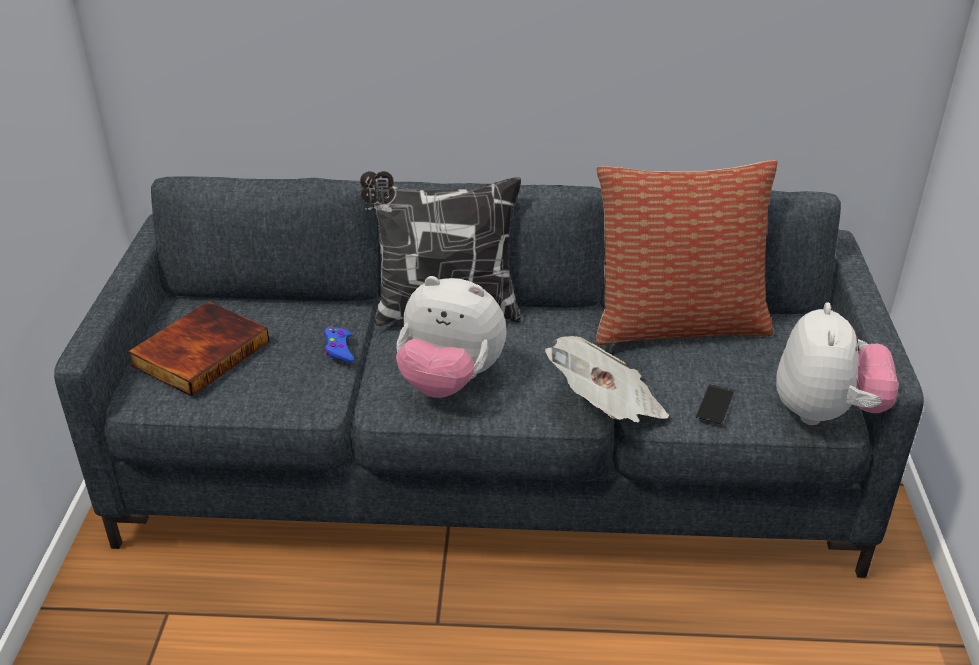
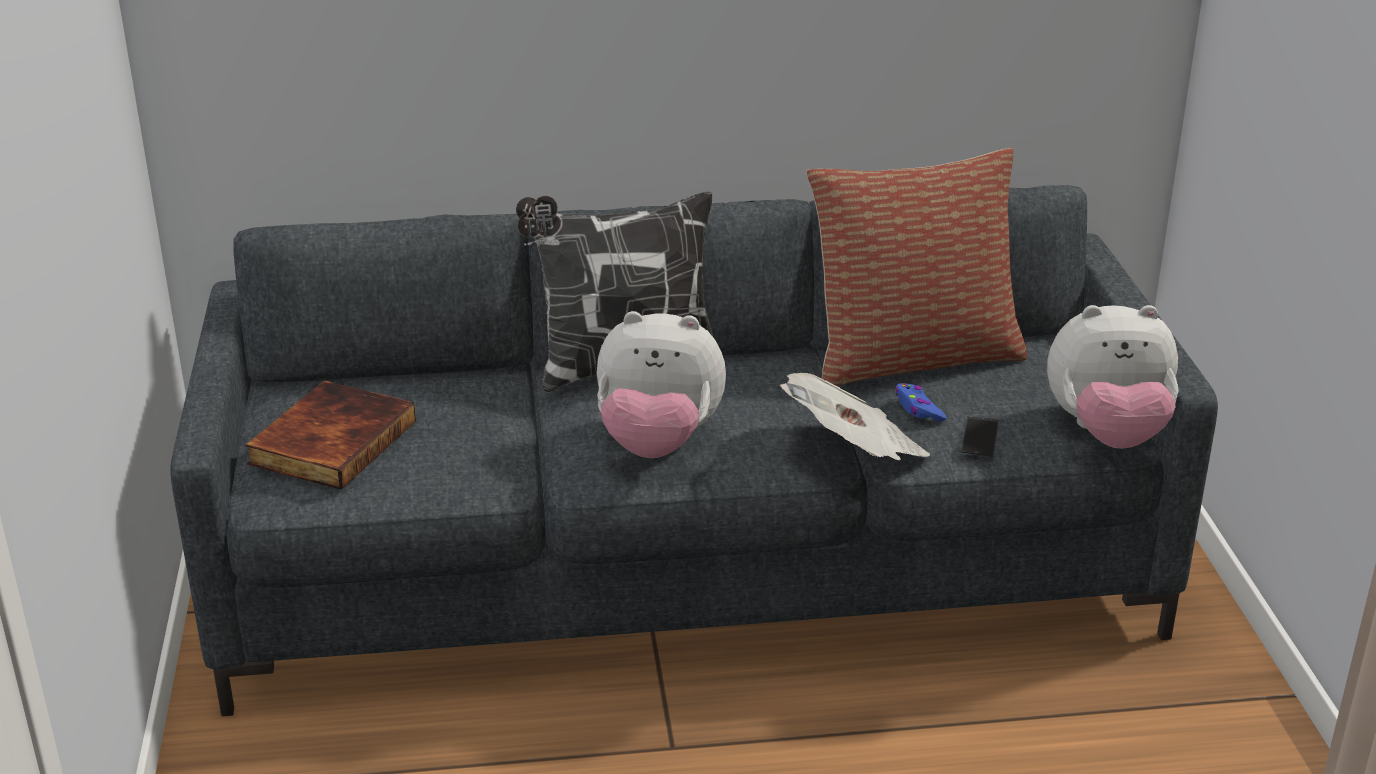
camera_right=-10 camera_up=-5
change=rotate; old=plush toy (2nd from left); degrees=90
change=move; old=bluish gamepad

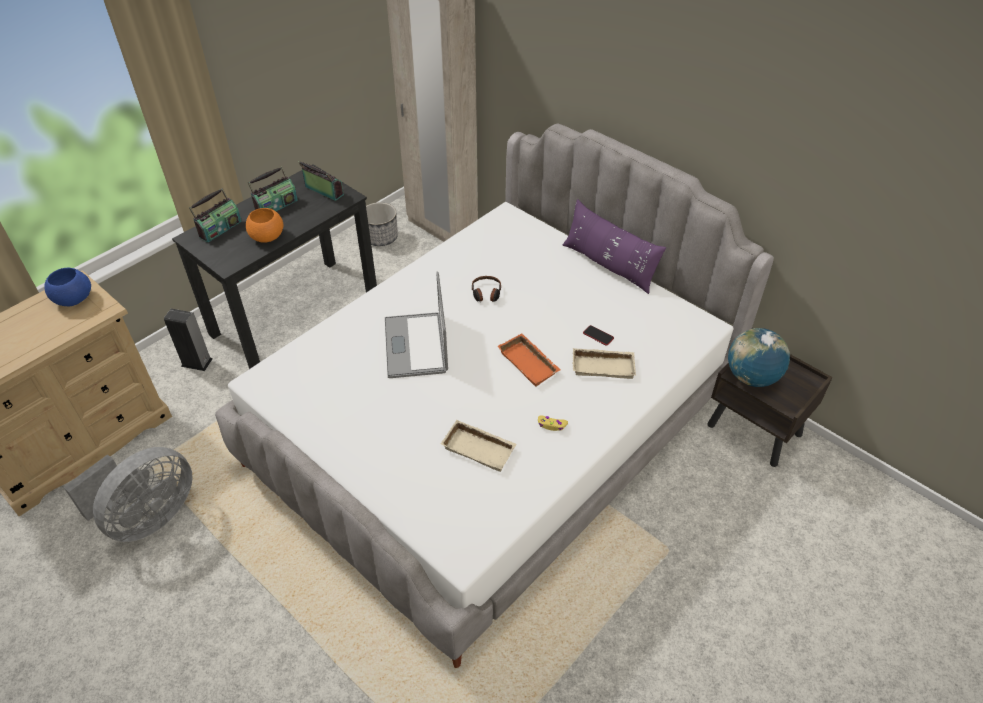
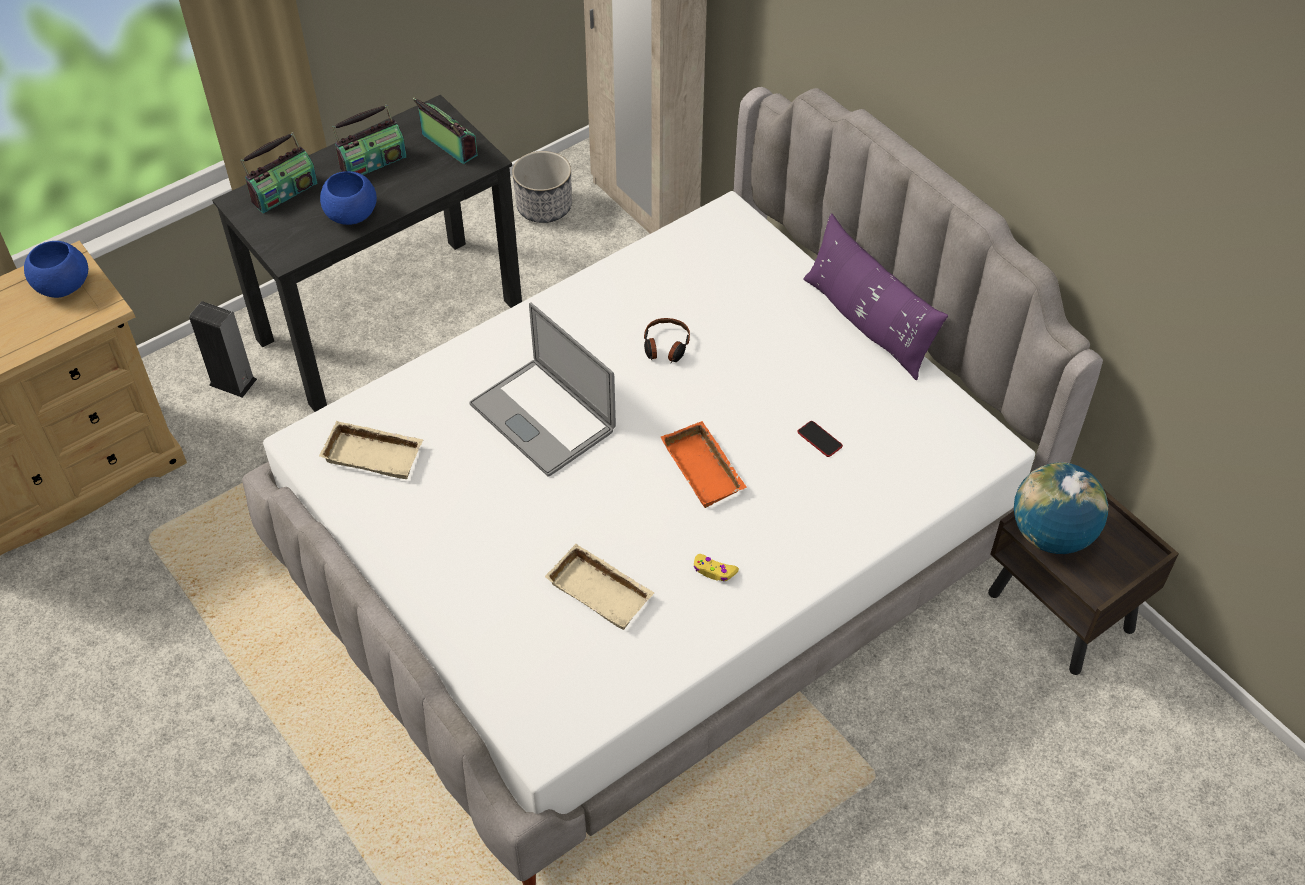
camera_right=10 camera_up=5
change=recolor; old=orange deep dish; new=bluish deep dish (2nd from left)
change=rotate; old=portable computer; degrees=-45
change=move; old=sand-coloured serving tray (2nd from left in the first image); new=sand-coloured serving tray (1st from left)
change=delete; old=gray cooling fan

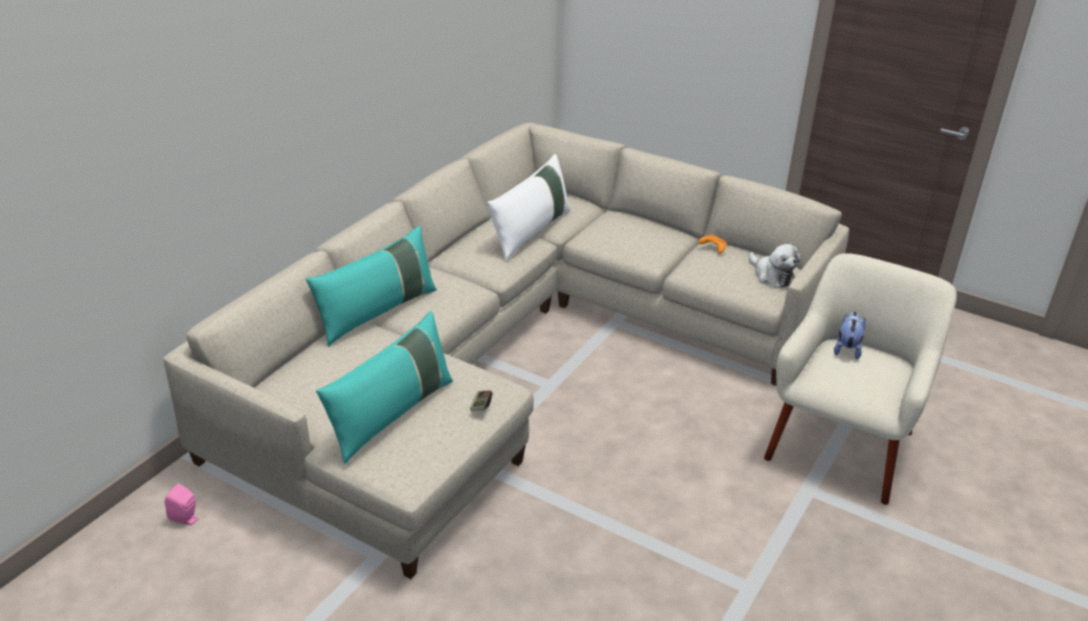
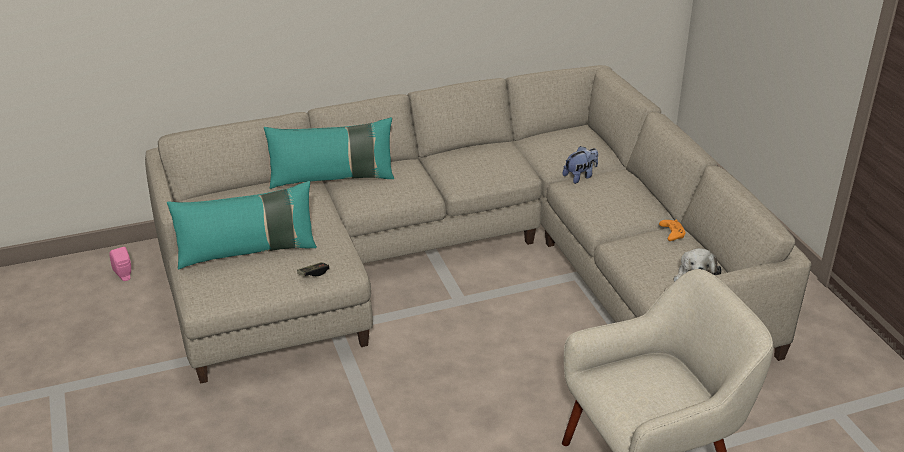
camera_right=40 camera_up=0
change=delete; old=white cushion
change=move; old=plush toy (2nd from left in the first image); new=plush toy (1st from left)

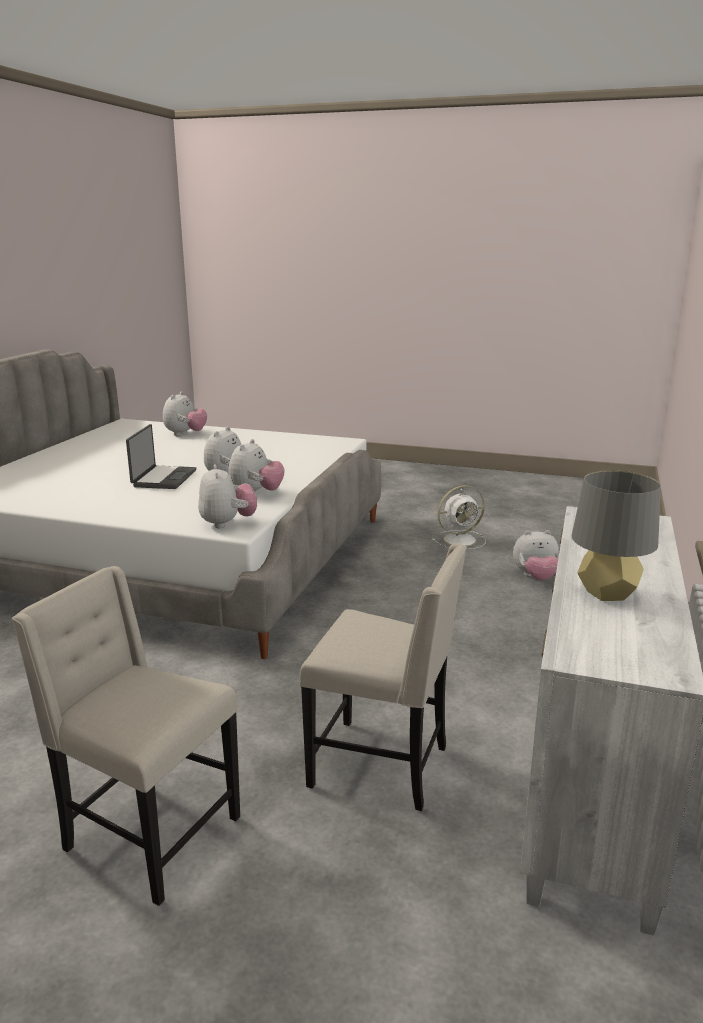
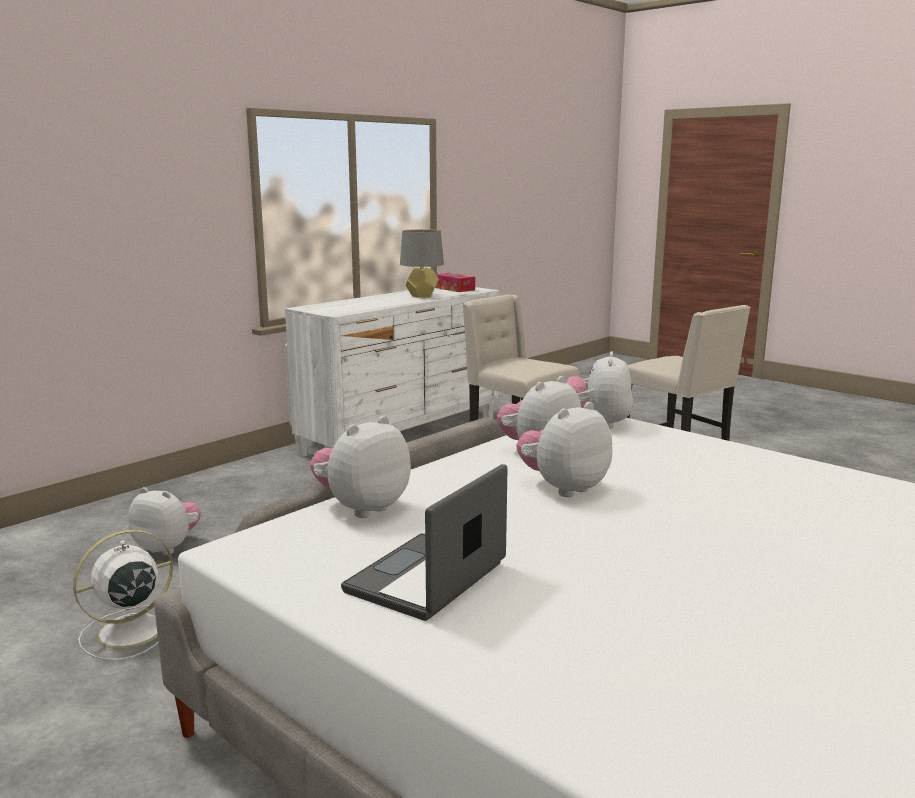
camera_right=-155 camera_up=-5
change=move; old=plush toy (1st from left in the first image); new=plush toy (2nd from left)
change=move; old=portable computer
change=rotate; old=white cooling fan; degrees=-45
change=insert; new=tissue box

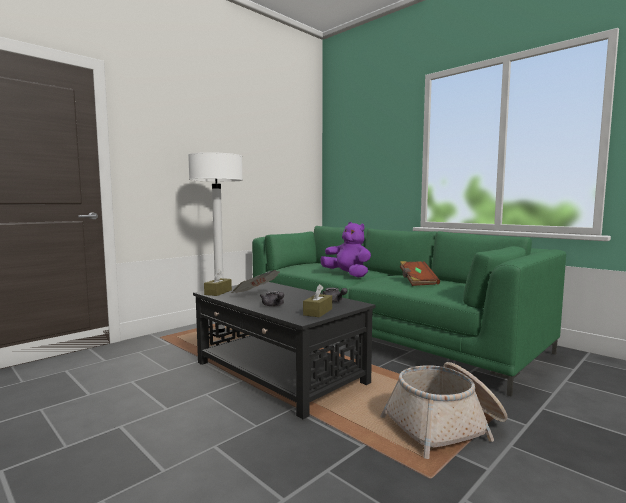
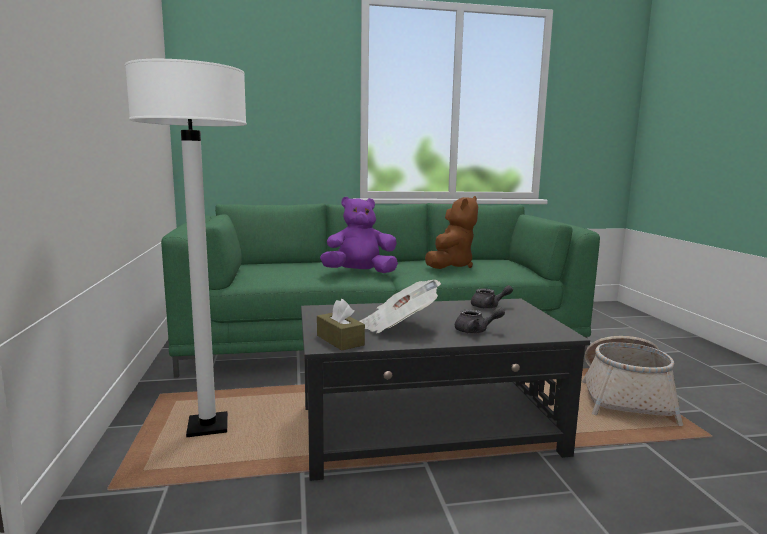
camera_right=-55 camera_up=5
change=replace; old=brownish bound book; new=brownish plush toy
change=delete; old=brownish tissue box (2nd from left)

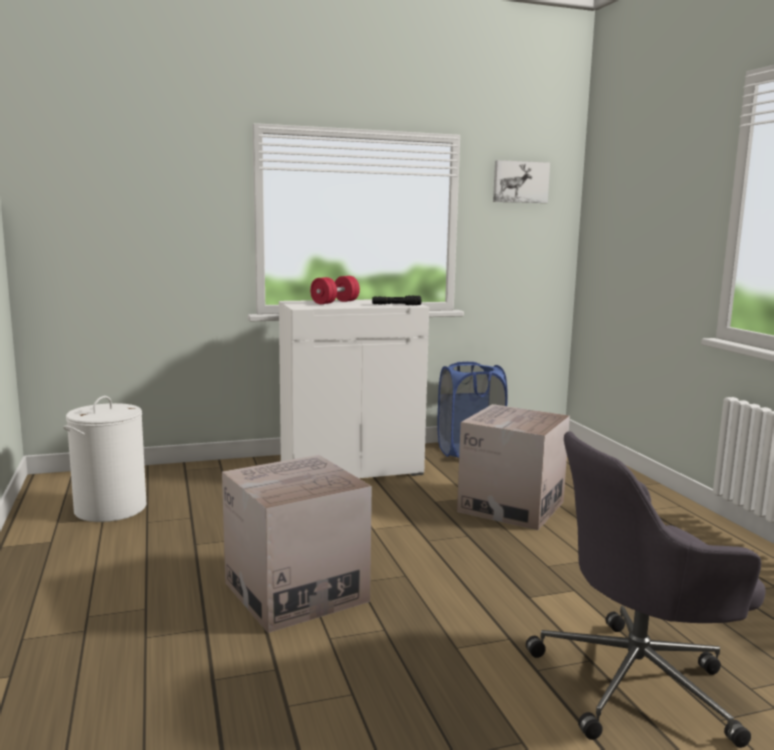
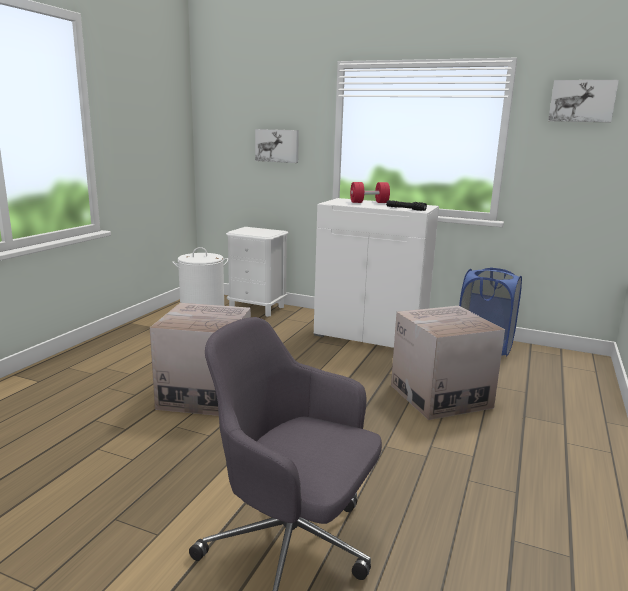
camera_right=40 camera_up=5
change=insert; new=wall picture (1st from left)
change=insert; new=white nightstand

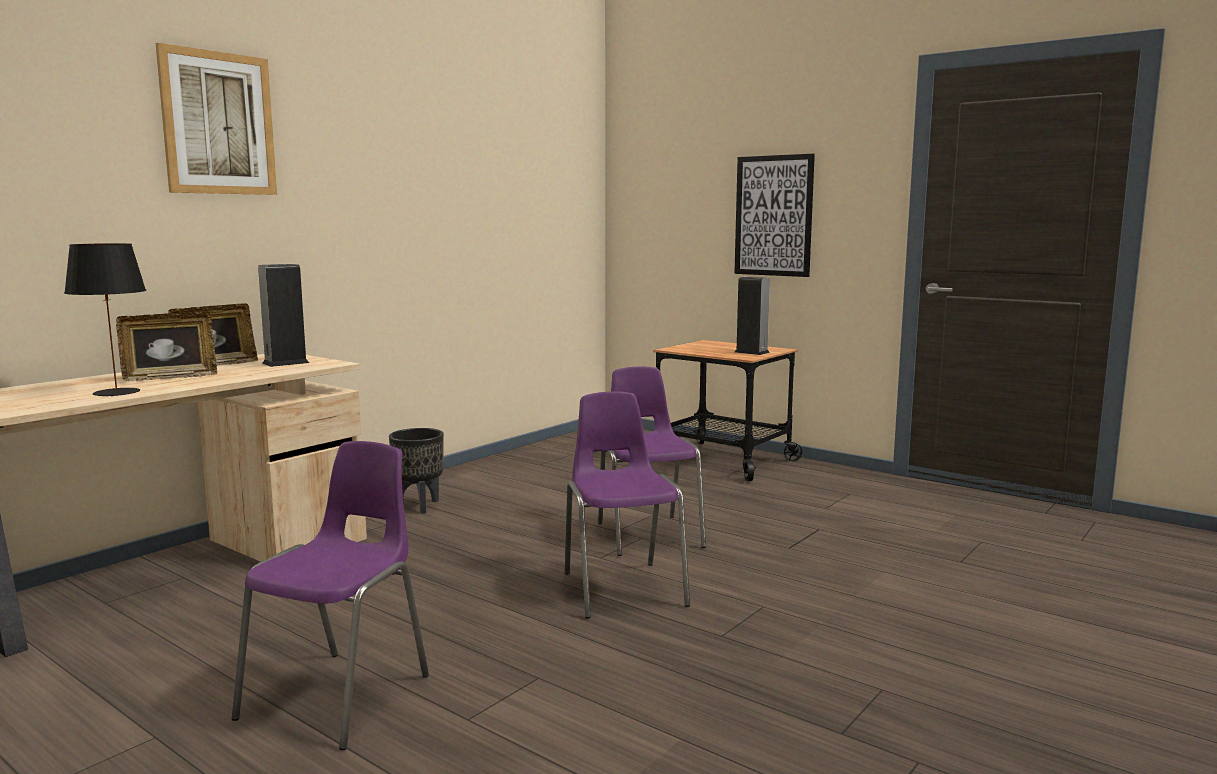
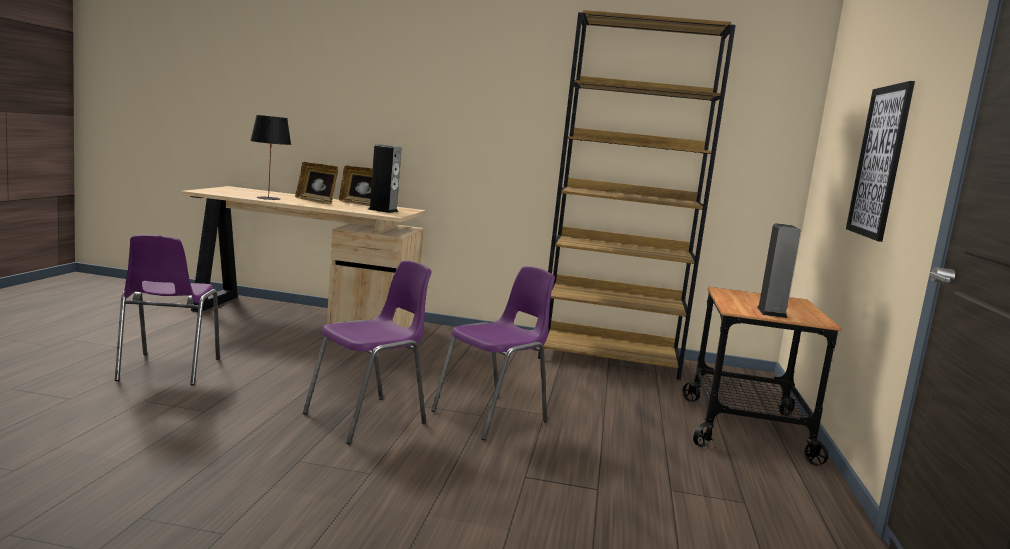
camera_right=60 camera_up=0
change=delete; old=wall picture (1st from left)
change=delete; old=black planter
change=rotate; old=purplish chair (1st from left); degrees=90
change=insert; new=brownish bookshelf

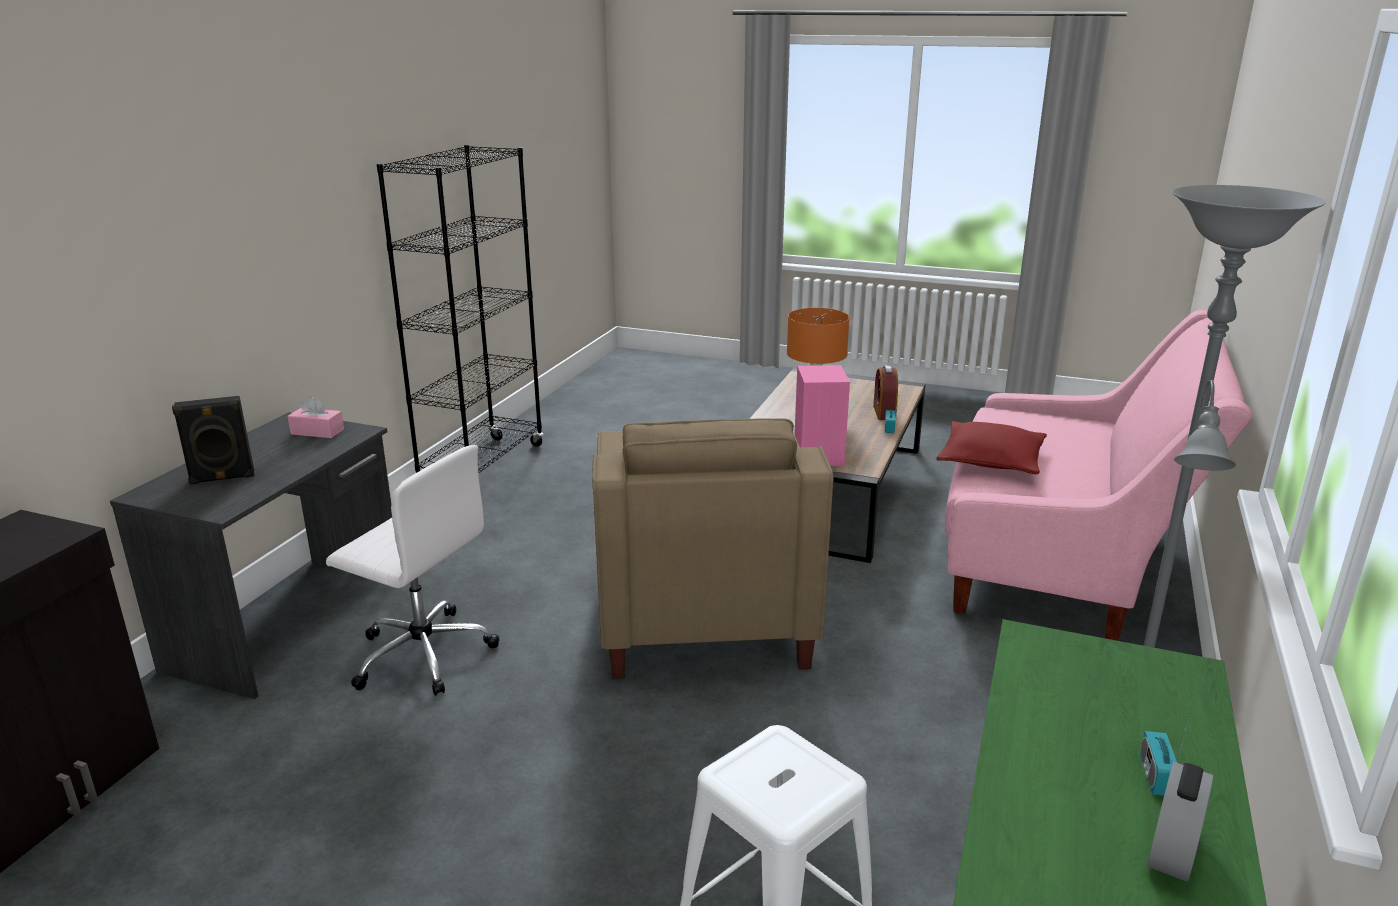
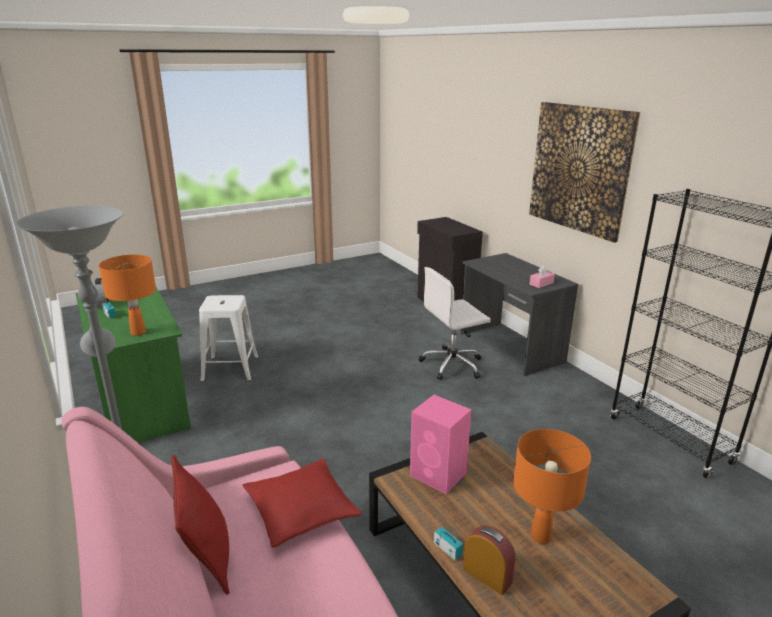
camera_right=130 camera_up=0
change=delete; old=black loudspeaker
change=delete; old=sand-coloured armchair
change=insert; new=wall picture
change=insert; new=orange table lamp (1st from left)
change=insert; new=red-coloured cushion (1st from left)

